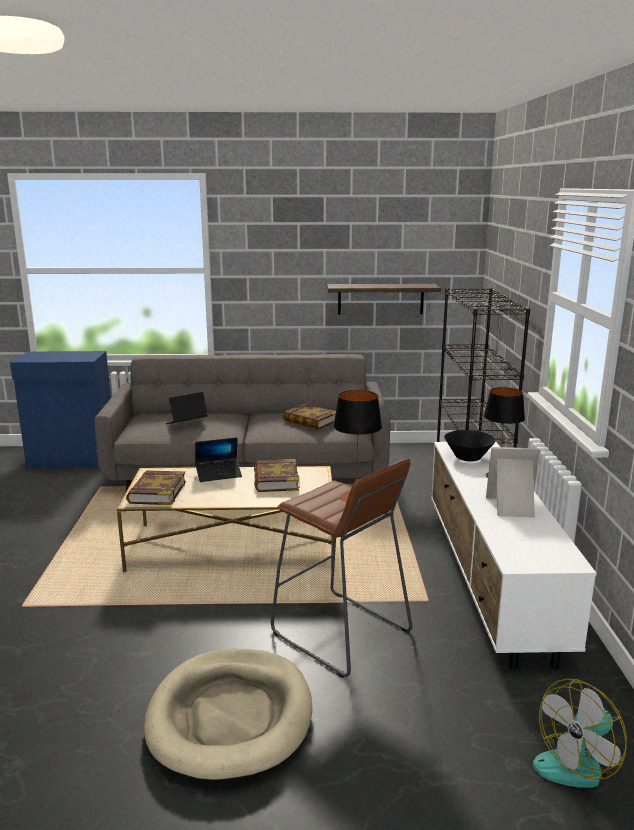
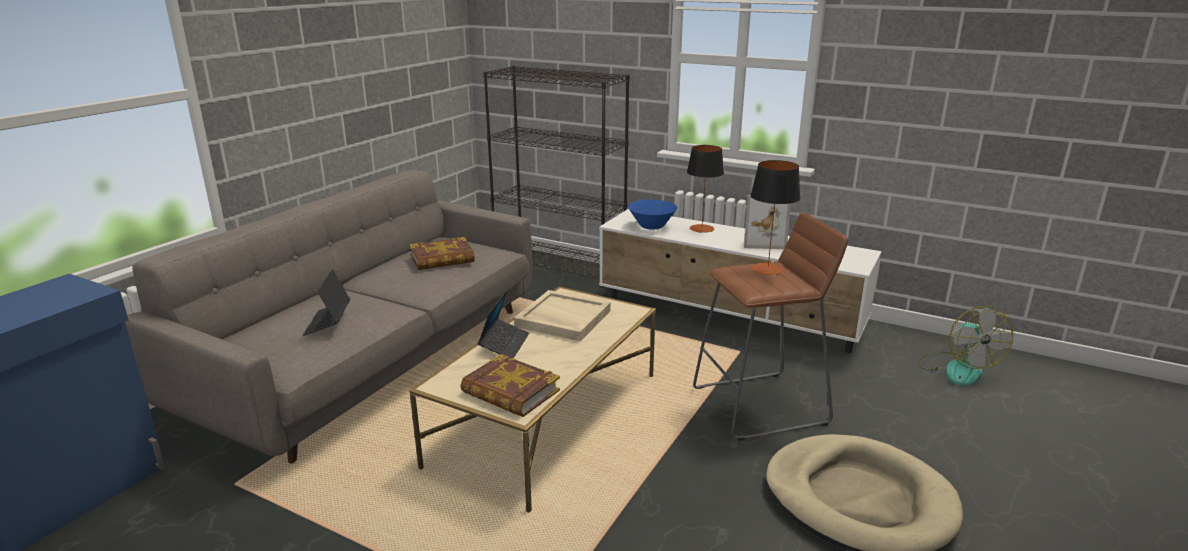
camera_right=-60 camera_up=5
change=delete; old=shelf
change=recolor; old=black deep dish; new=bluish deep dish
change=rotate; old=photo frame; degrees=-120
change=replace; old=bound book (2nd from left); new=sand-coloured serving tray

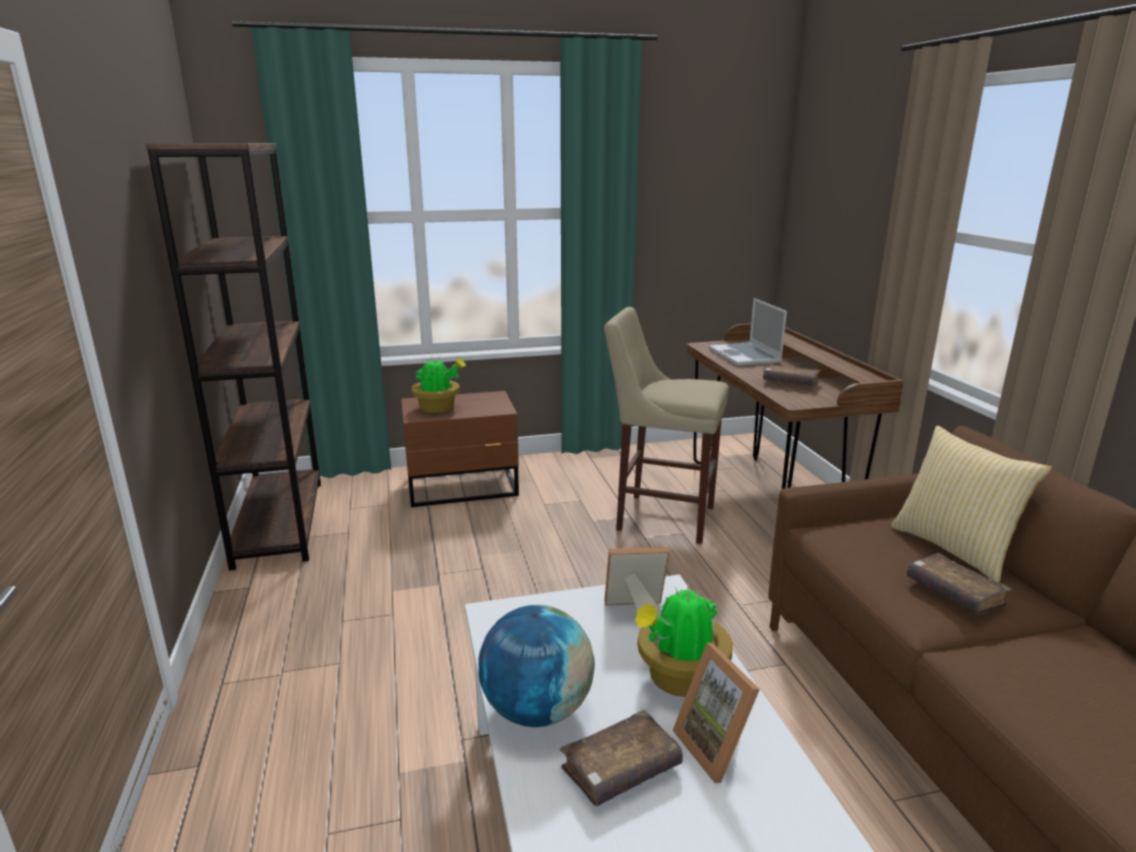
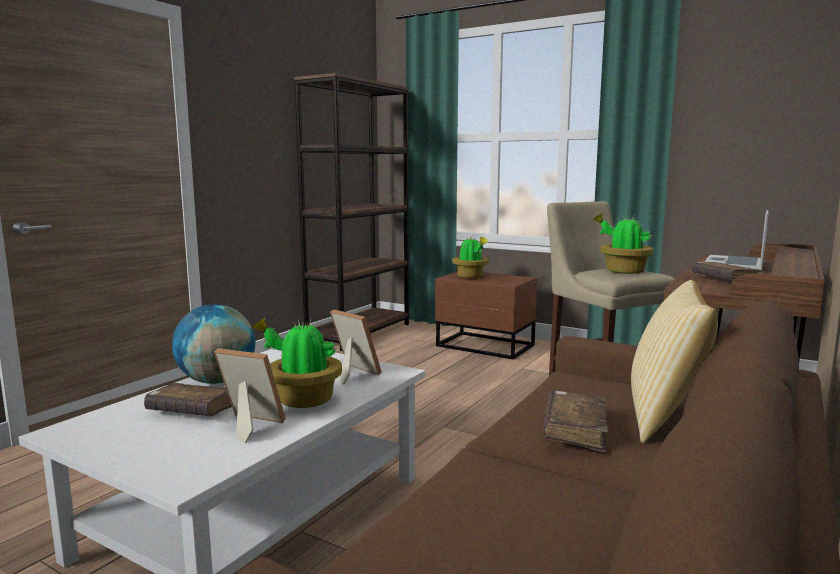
camera_right=45 camera_up=-10
change=rotate; old=photo frame (2nd from left in the first image); degrees=90
change=insert; new=potted plant (3rd from left)

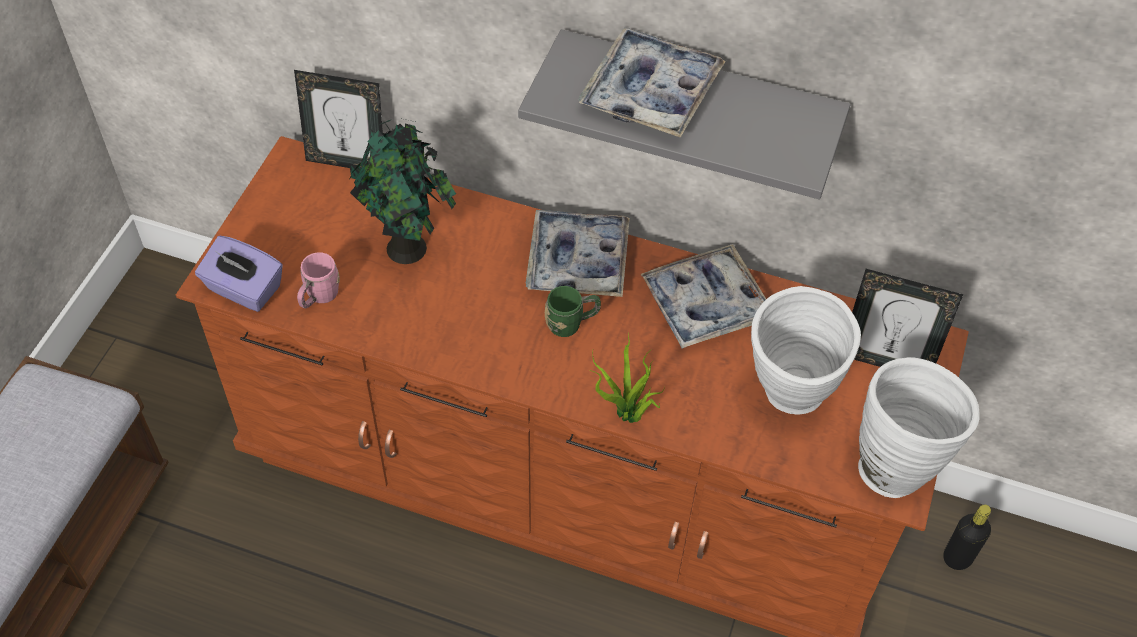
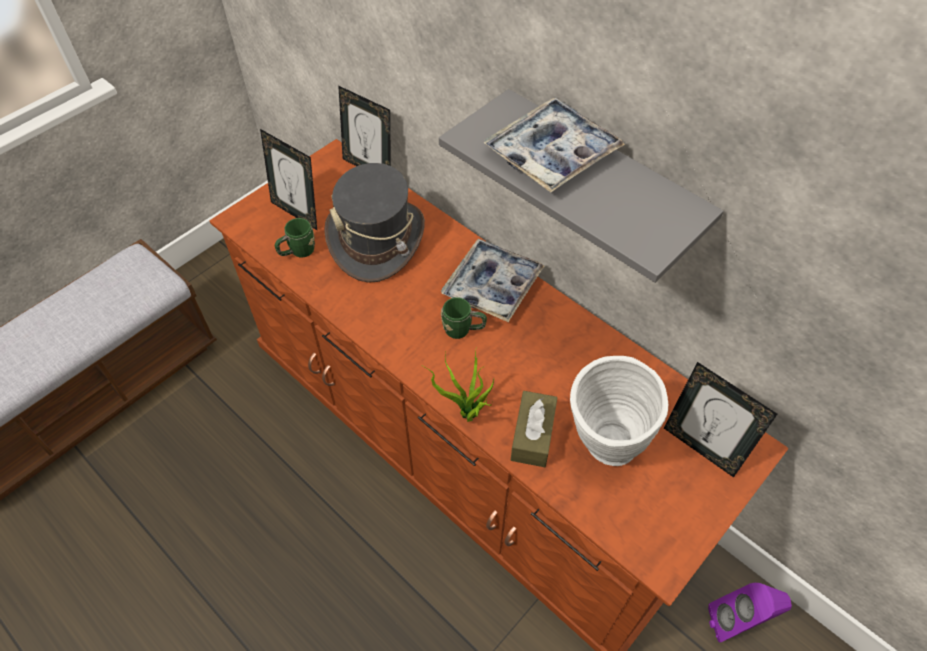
camera_right=25 camera_up=0
change=replace; old=potted plant (1st from left); new=gray hat
change=delete; old=purplish tissue box
change=delete; old=serving tray (3rd from left)
change=recolor; old=pink-coloured mug; new=greenish mug (1st from left)
change=delete; old=white vase (2nd from left)
change=replace; old=black drink bottle; new=purplish loudspeaker
change=insert; new=photo frame (1st from left)
change=insert; new=brownish tissue box

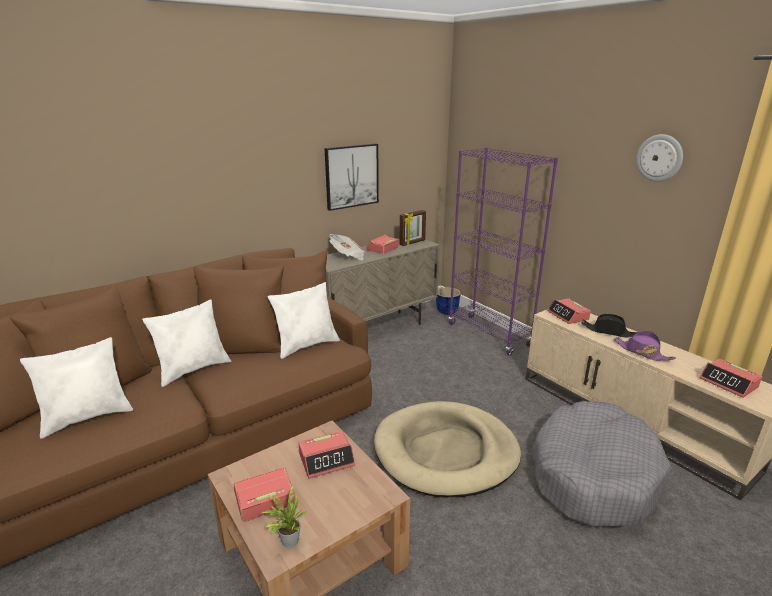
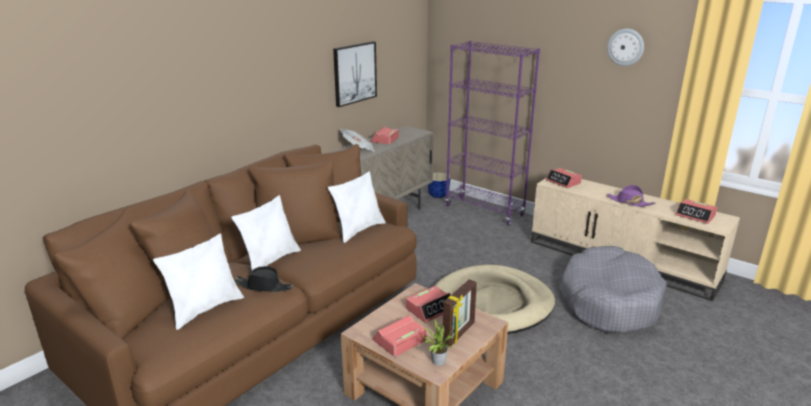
camera_right=-15 camera_up=0
change=move; old=photo frame
change=move; old=black hat

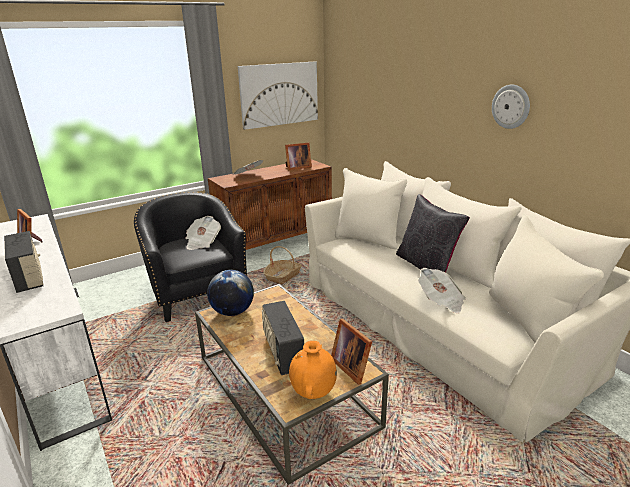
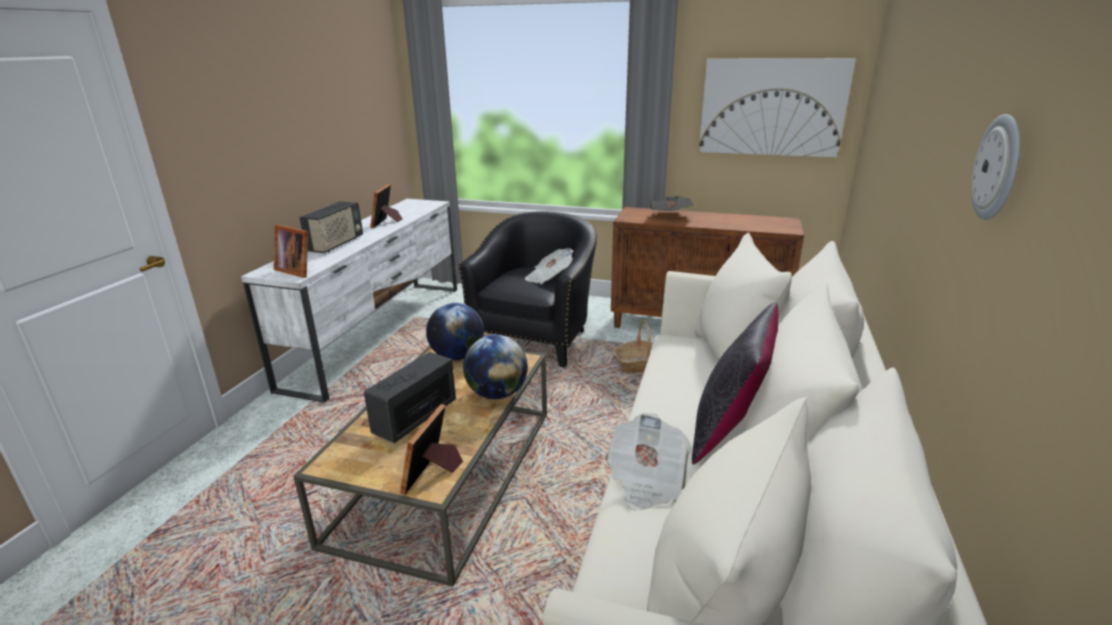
camera_right=50 camera_up=0
change=move; old=photo frame (2nd from left in the first image); new=photo frame (1st from left)
change=delete; old=orange vase
change=insert; new=globe (2nd from left)

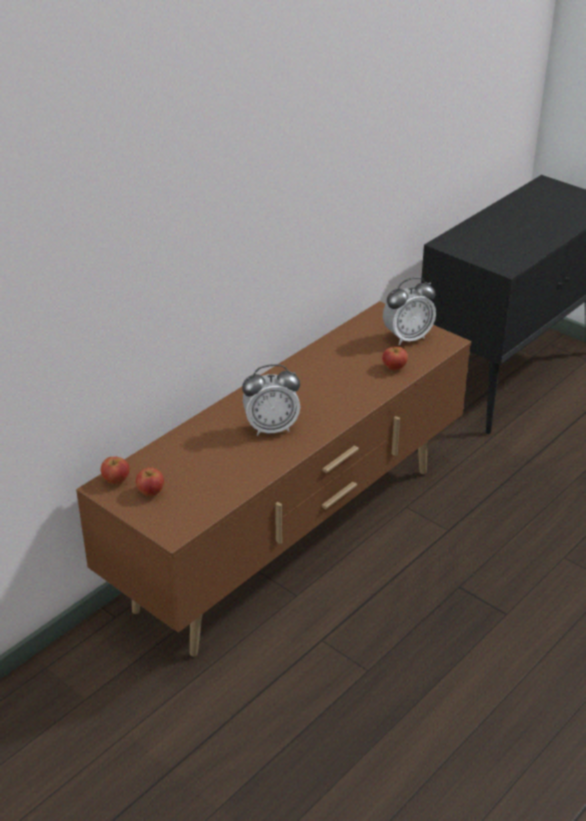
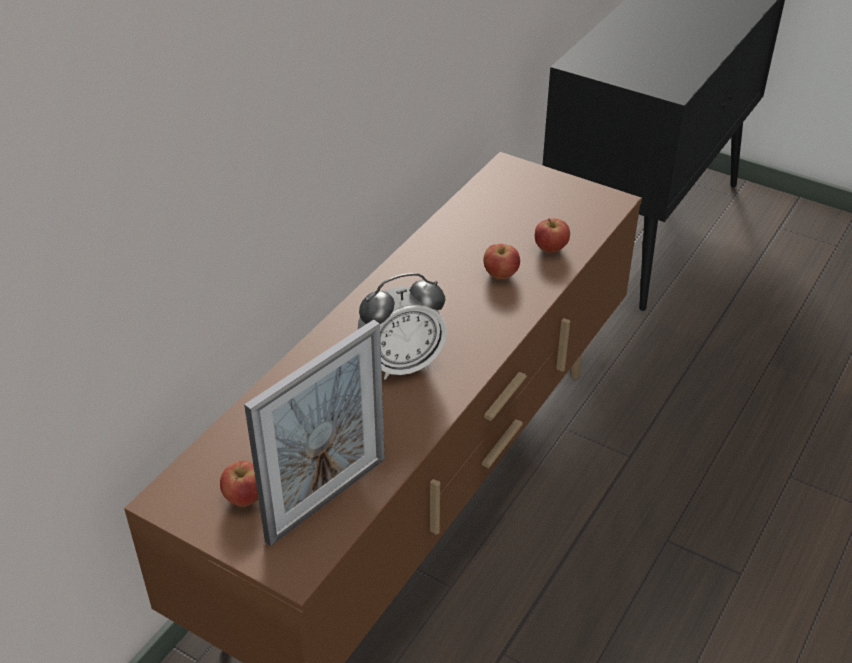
camera_right=-10 camera_up=5
change=delete; old=bedside clock (2nd from left)
change=move; old=apple fruit (1st from left in the first image); new=apple fruit (2nd from left)
change=insert; new=photo frame

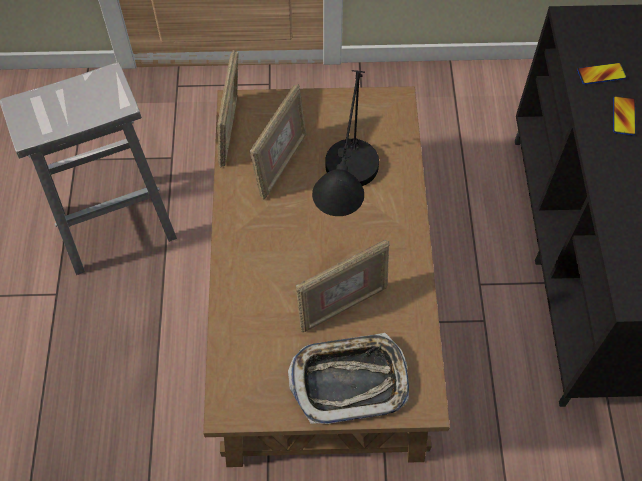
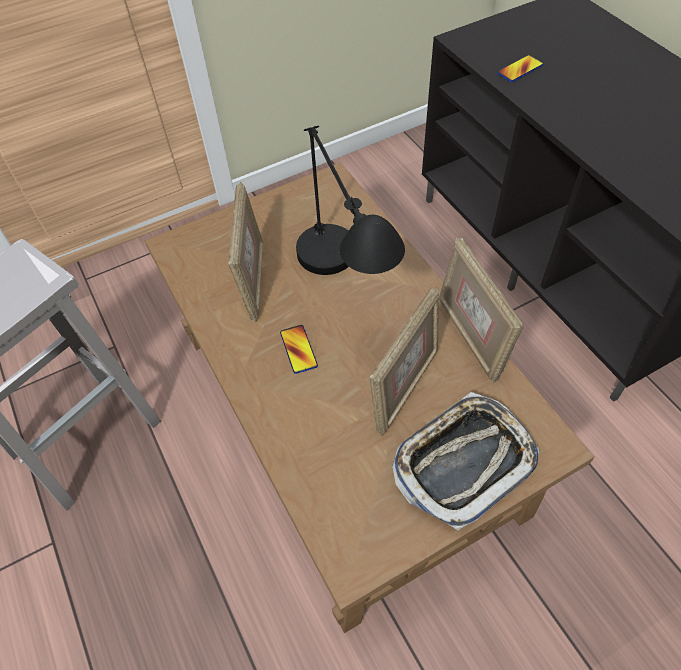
camera_right=-25 camera_up=-5
change=move; old=photo frame (1st from left in the first image); new=photo frame (3rd from left)
change=move; old=telephone (2nd from left in the first image); new=telephone (1st from left)

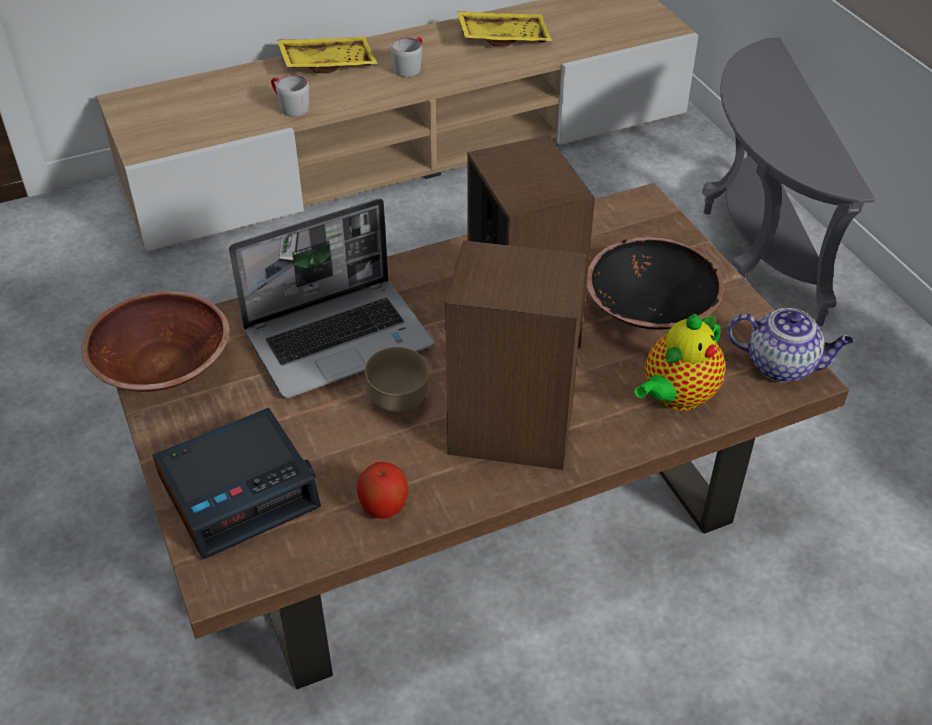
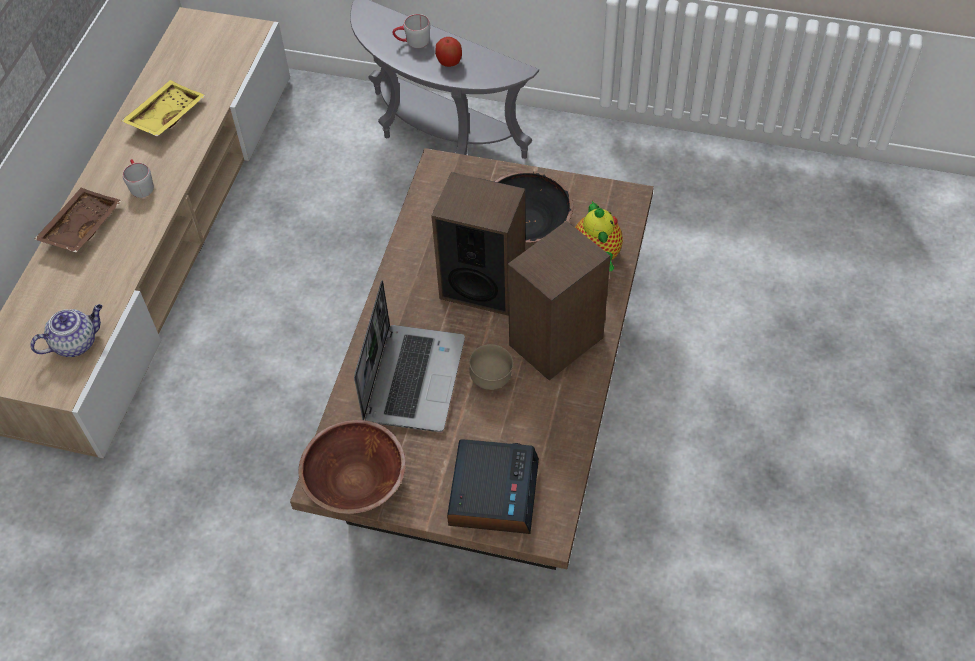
camera_right=-50 camera_up=10
change=recolor; old=yellow-coloured serving tray (1st from left); new=brownish serving tray
change=move; old=gray mug (1st from left in the first image); new=gray mug (2nd from left)
change=move; old=tea pot (2nd from left in the first image); new=tea pot (1st from left)
change=move; old=apple fruit

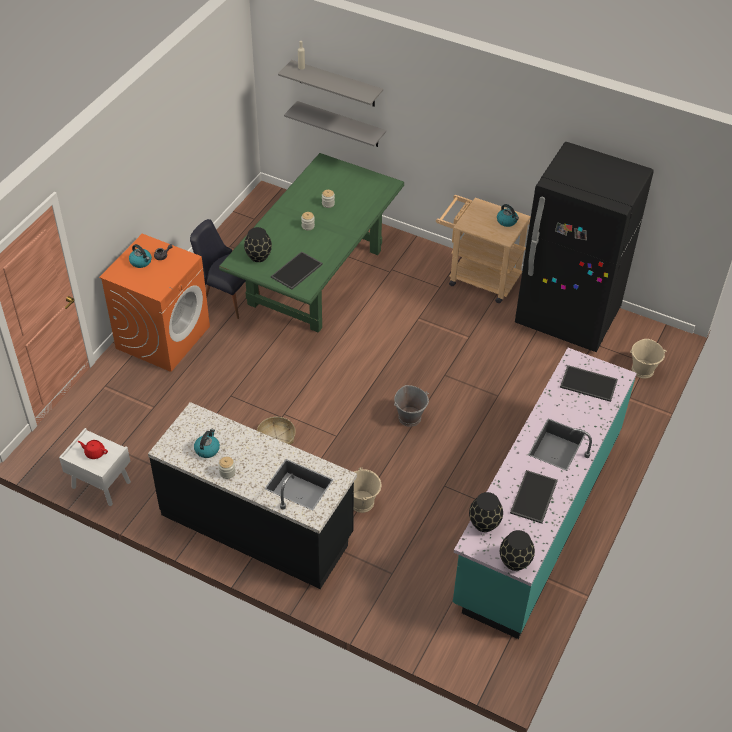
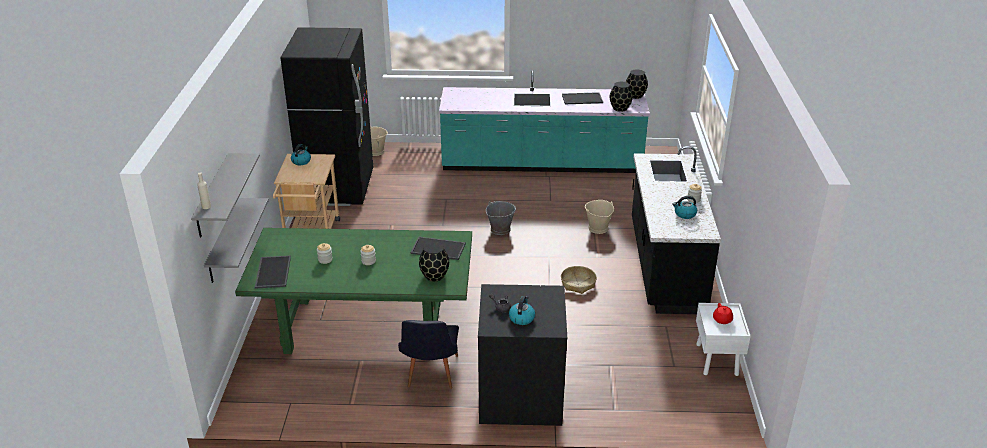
camera_right=-115 camera_up=-15
change=recolor; old=orange laundry machine; new=black laundry machine
change=move; old=serving tray (3rd from left in the first image); new=serving tray (1st from left)

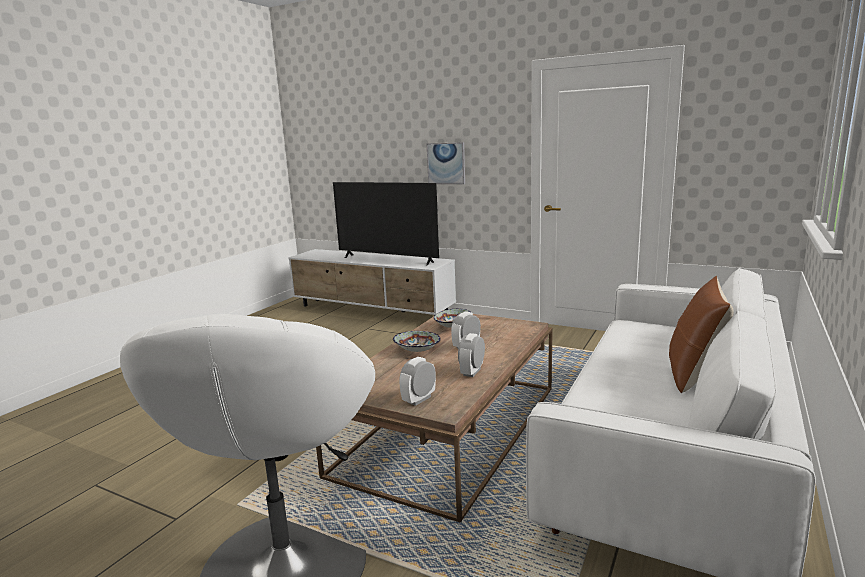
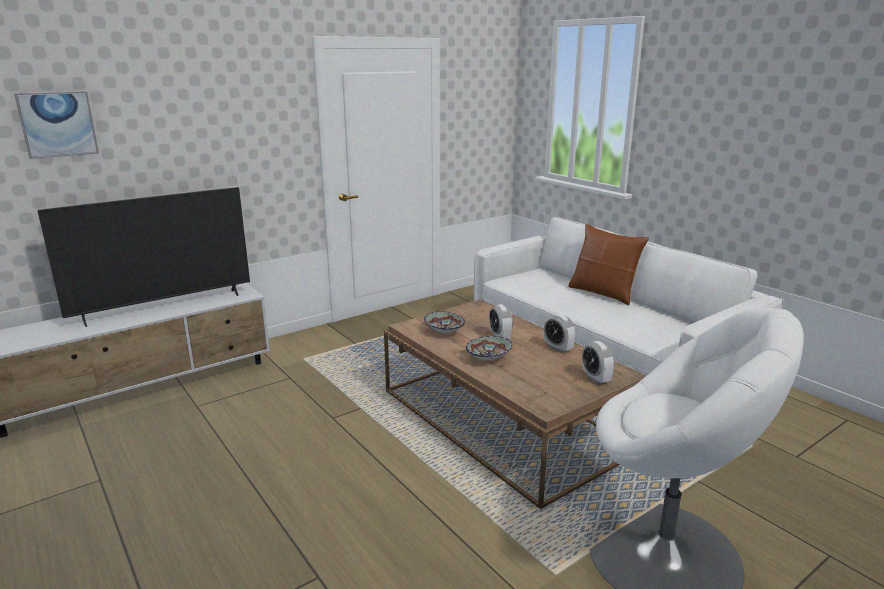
camera_right=-65 camera_up=5
change=move; old=wall picture

